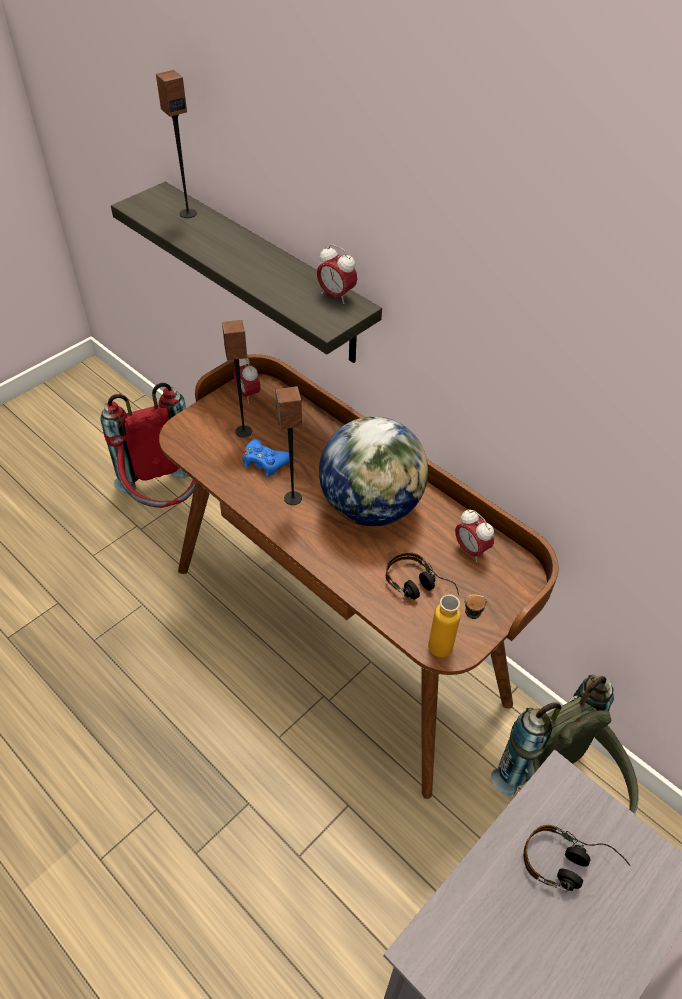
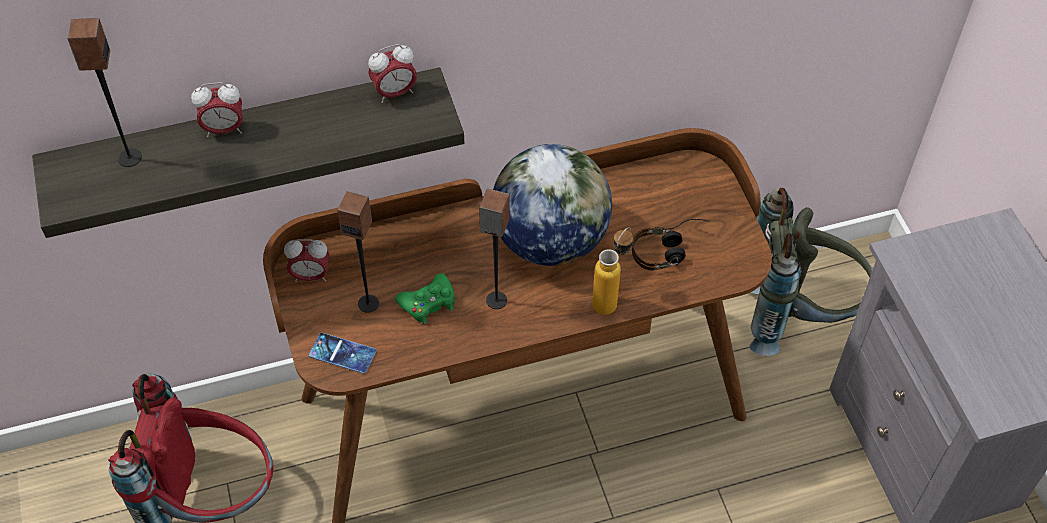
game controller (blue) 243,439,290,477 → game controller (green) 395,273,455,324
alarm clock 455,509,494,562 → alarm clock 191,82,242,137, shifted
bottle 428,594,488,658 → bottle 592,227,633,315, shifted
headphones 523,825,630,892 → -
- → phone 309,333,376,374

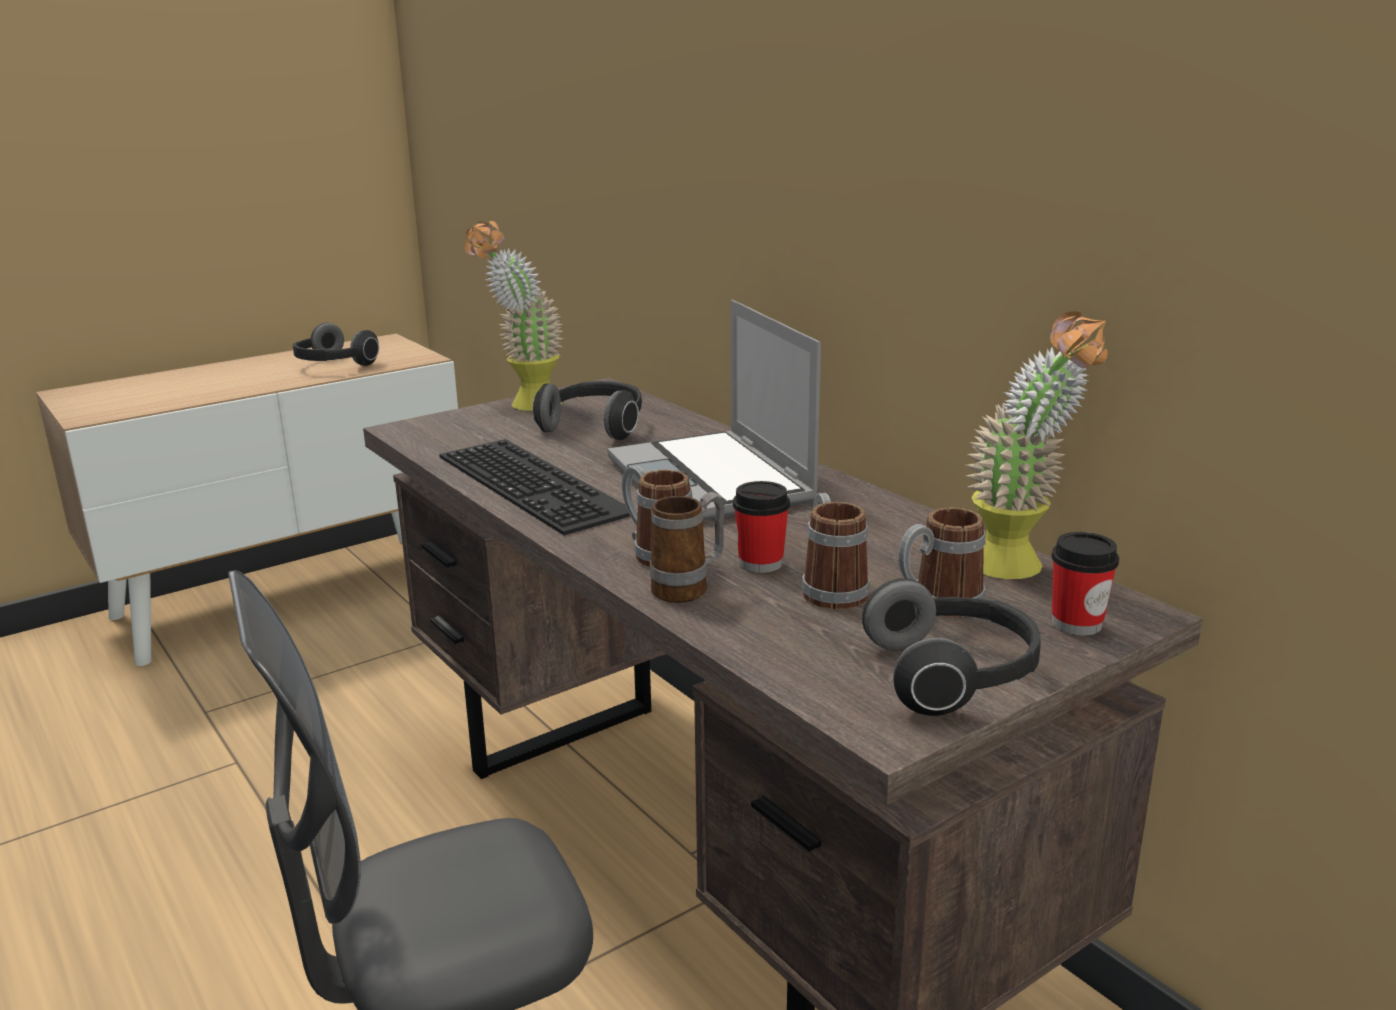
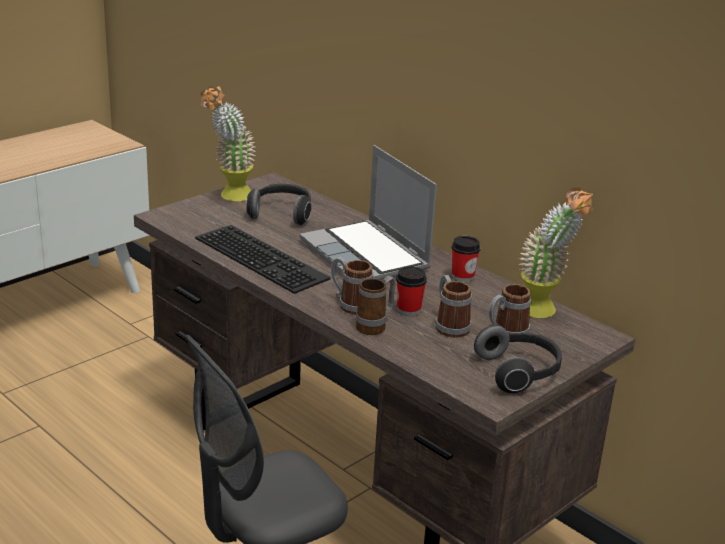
headphones 293,323,379,366 → -
cup 1051,532,1119,635 → cup 452,236,481,282, shifted

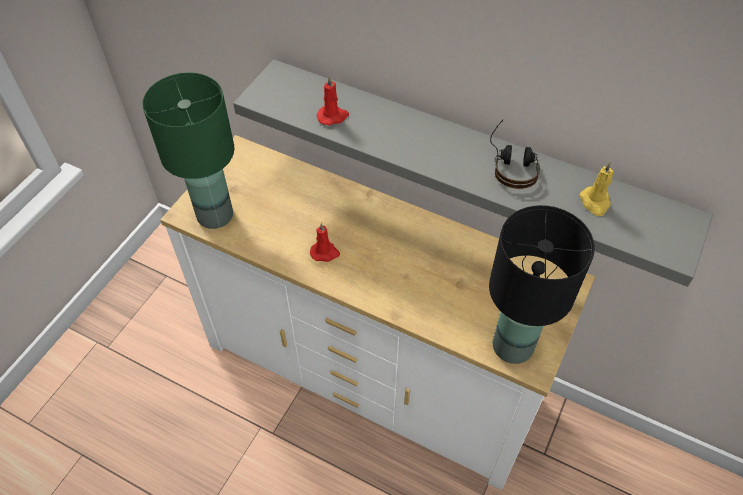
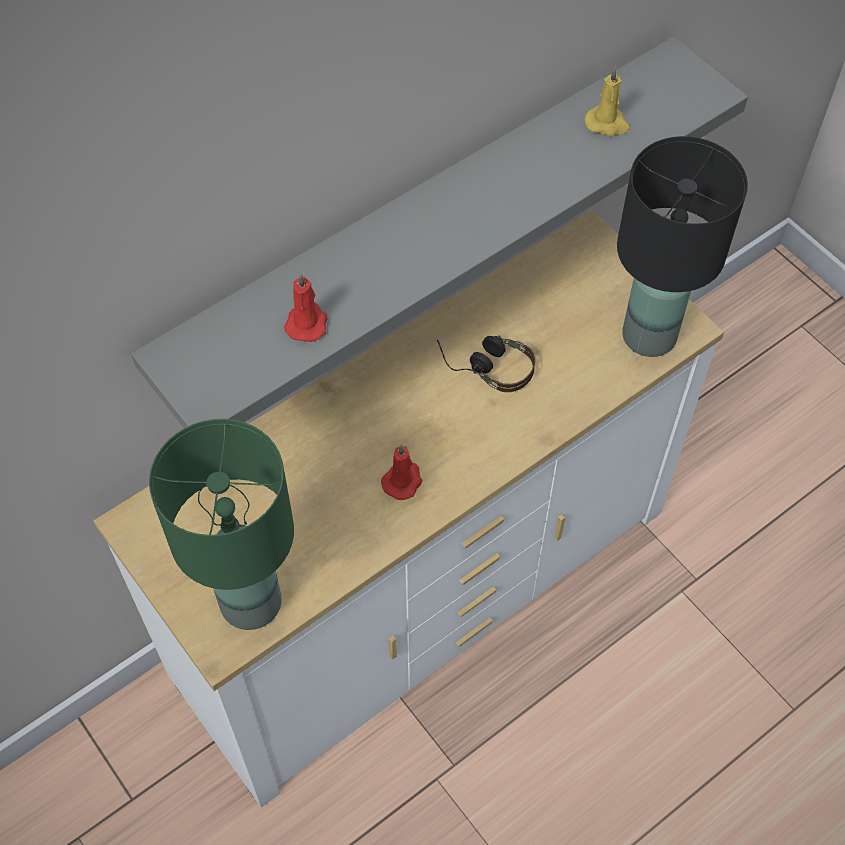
headphones 490,119,540,189 → headphones 437,335,535,392, shifted

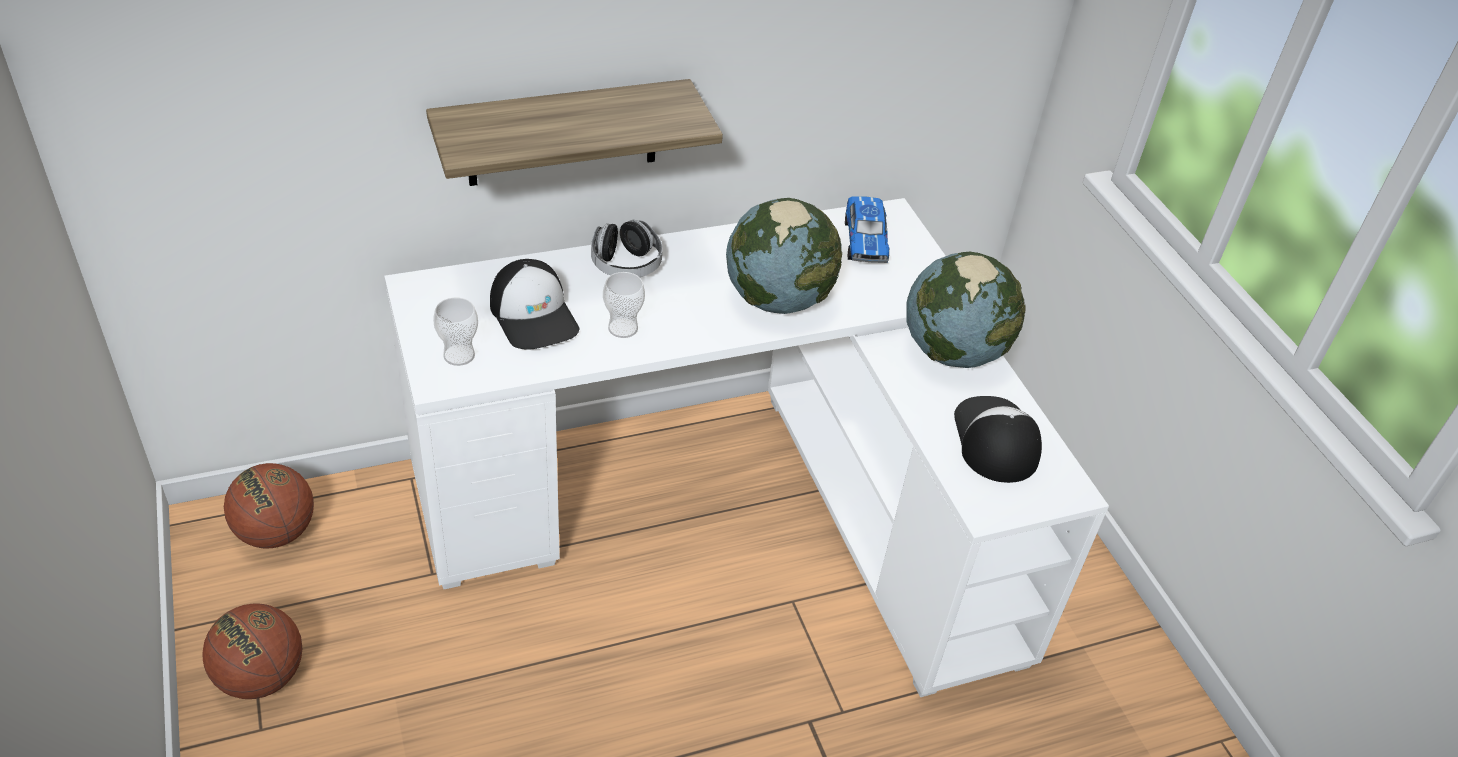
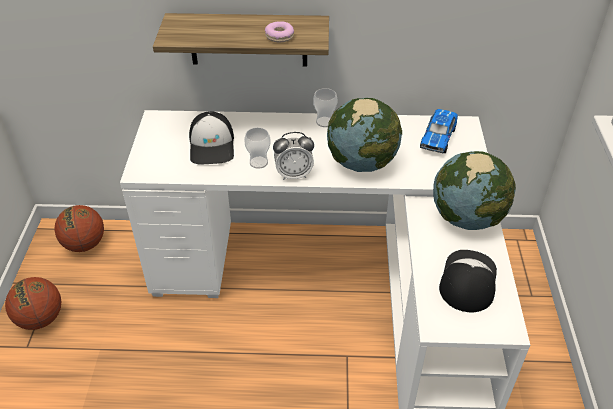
headphones 591,220,663,277 → -
cup 433,297,478,366 → cup 313,88,337,127, shifted
- → donut 265,21,294,42
- → alarm clock 273,132,314,180

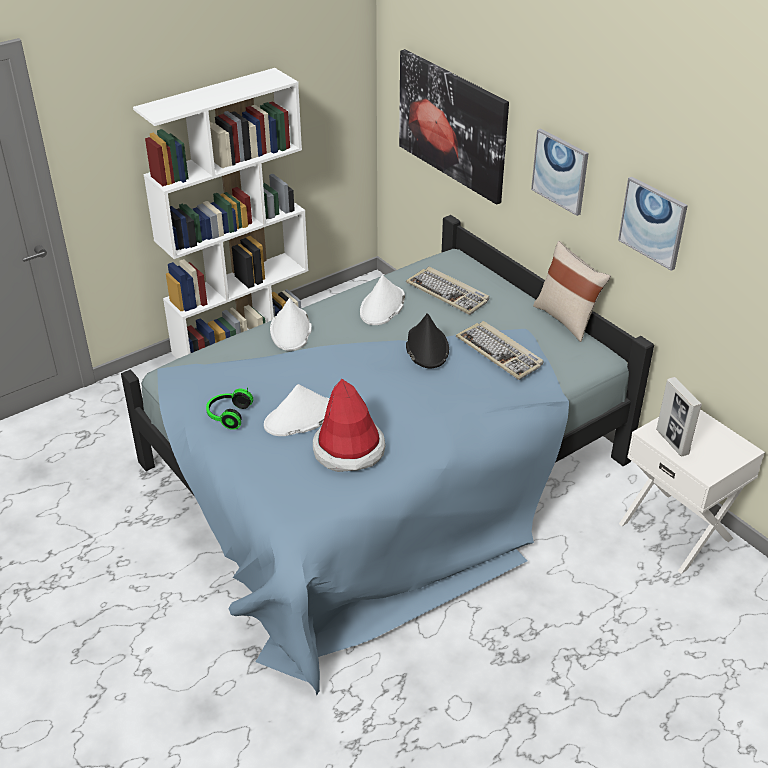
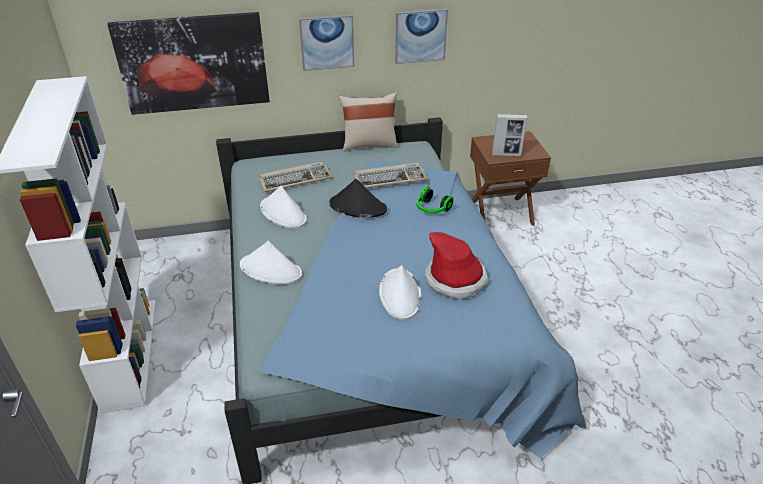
headphones 206,387,253,430 → headphones 417,186,454,213, shifted
nightstand (white) 619,409,765,574 → nightstand (brown) 470,131,551,226

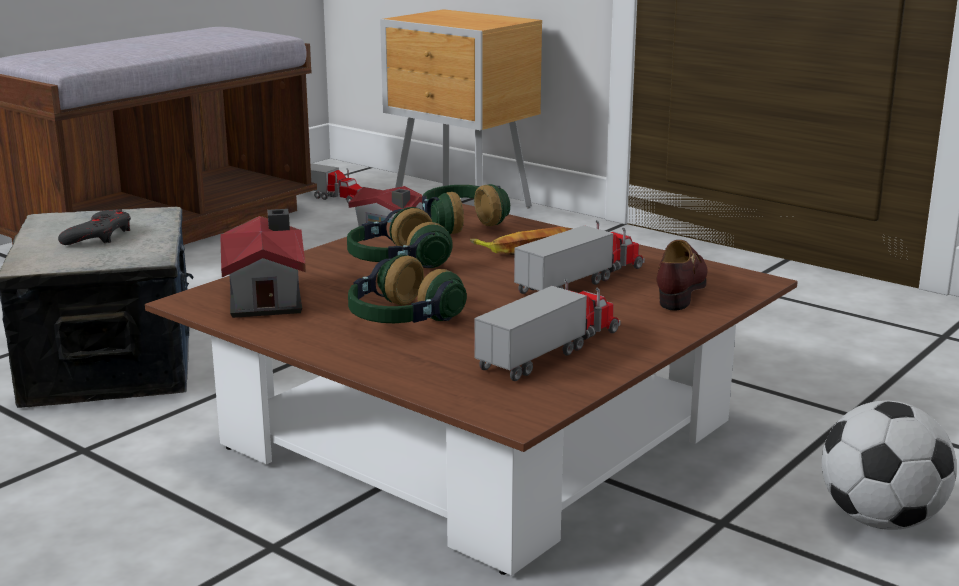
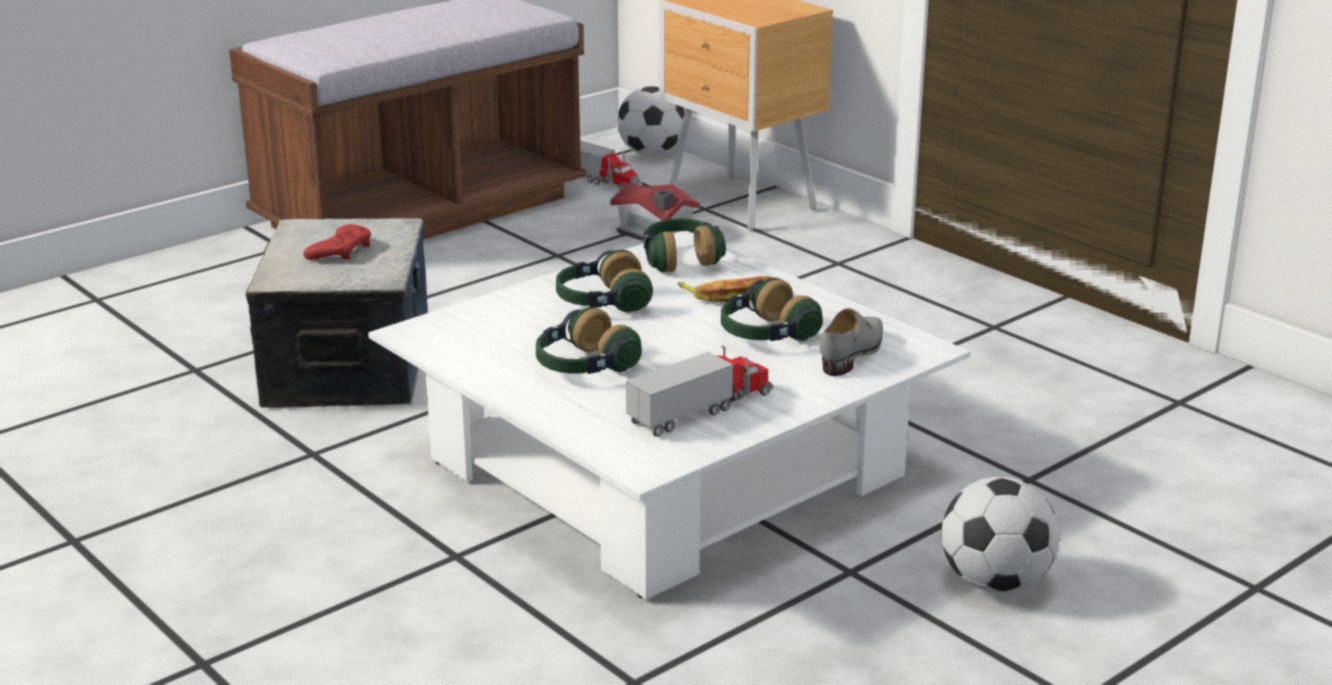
coffee table (brown) 145,204,798,576 → coffee table (white) 368,231,971,600
game controller (grey) 58,209,131,245 → game controller (red) 303,224,371,260
toy house 220,209,306,318 → -
toy truck 514,220,645,294 → headphones 721,278,823,341
shoe (brown) 657,240,708,311 → shoe (grey) 820,308,883,376
- → football 617,86,685,156

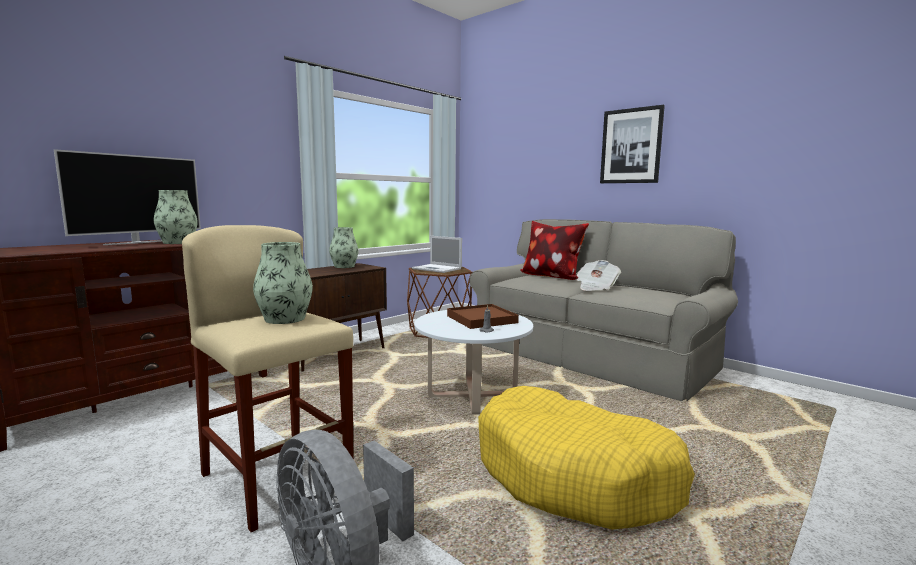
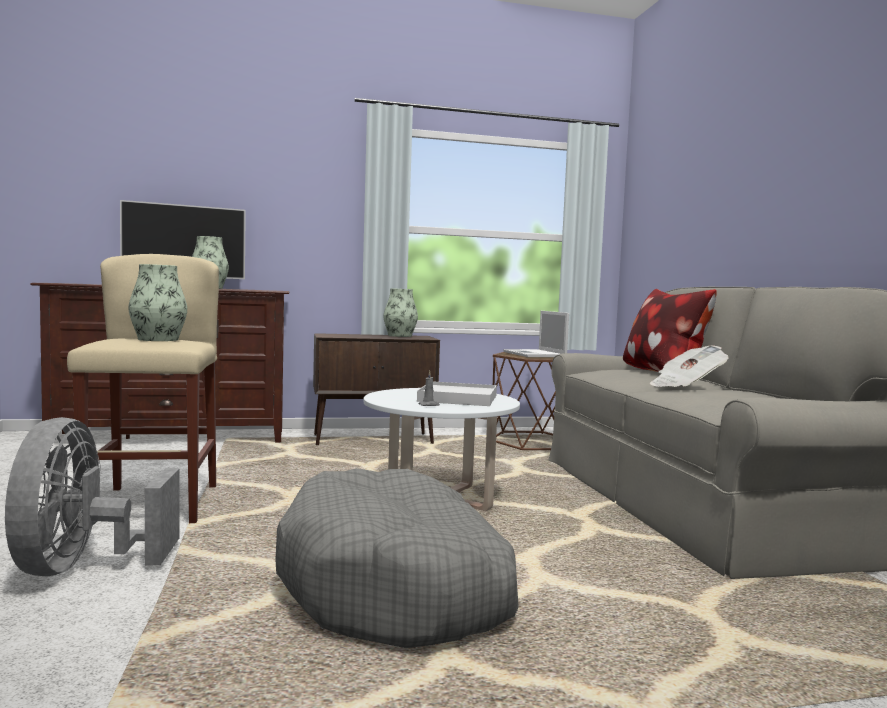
picture 600,105,665,183 → -
tray (brown) 447,304,519,329 → tray (white) 417,381,497,406
dog bed (yellow) 478,386,695,530 → dog bed (grey) 275,468,519,648

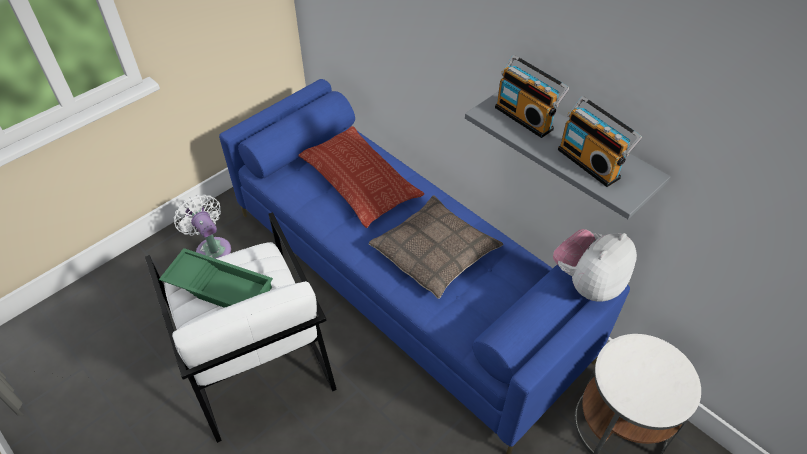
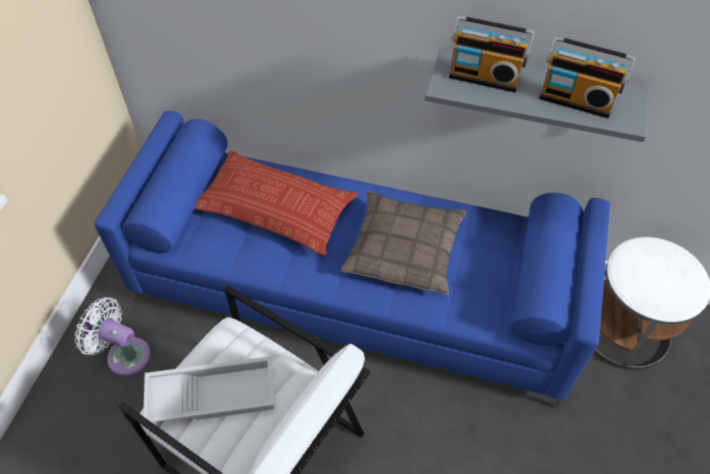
plush toy 553,229,637,302 → -
tray (green) 159,248,273,308 → tray (white) 143,356,275,422

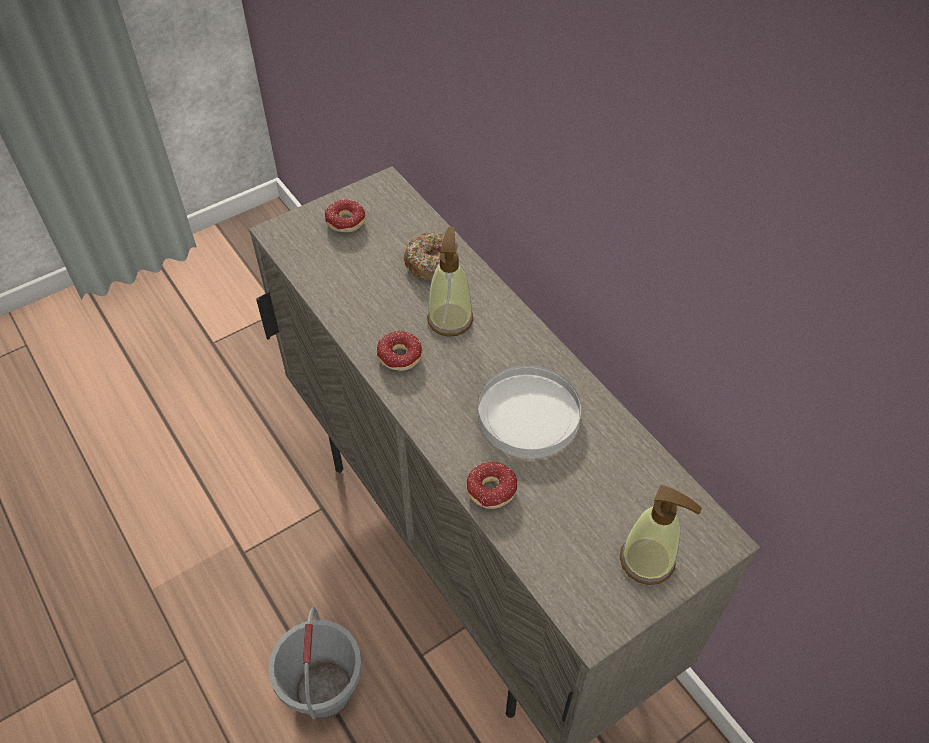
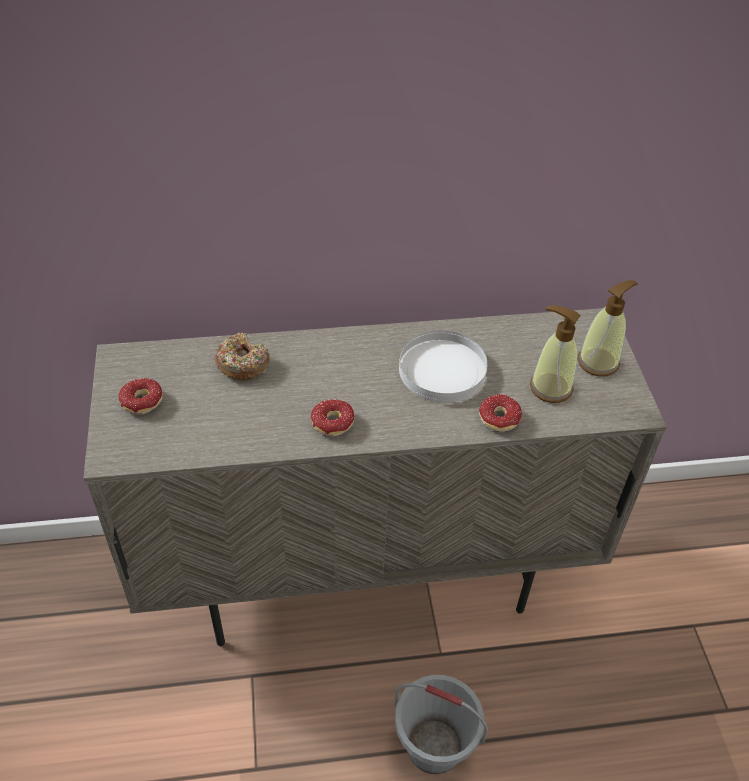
soap dispenser 427,227,473,337 → soap dispenser 530,305,581,403, shifted

